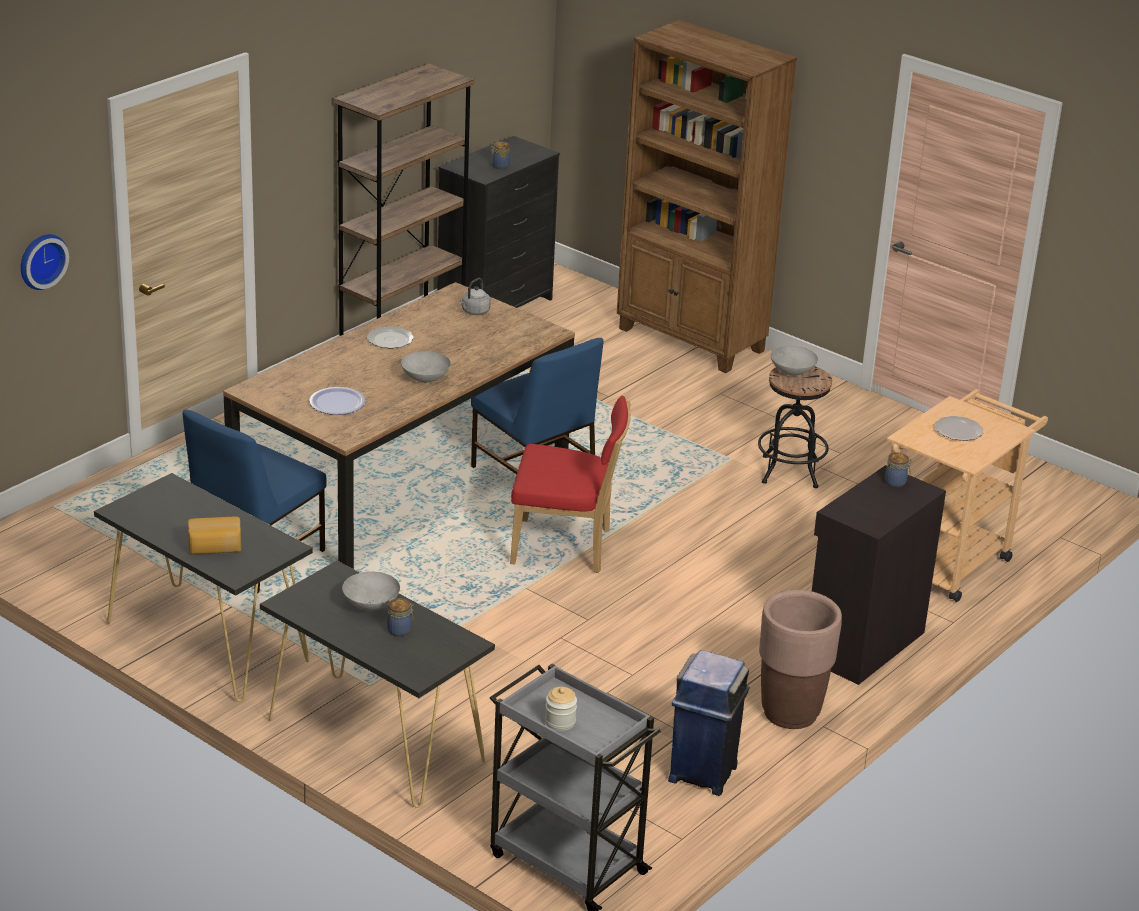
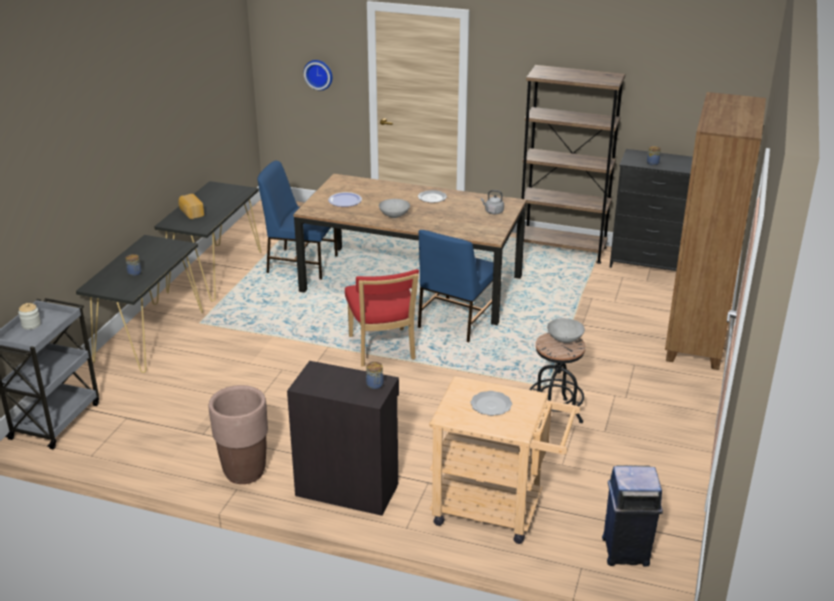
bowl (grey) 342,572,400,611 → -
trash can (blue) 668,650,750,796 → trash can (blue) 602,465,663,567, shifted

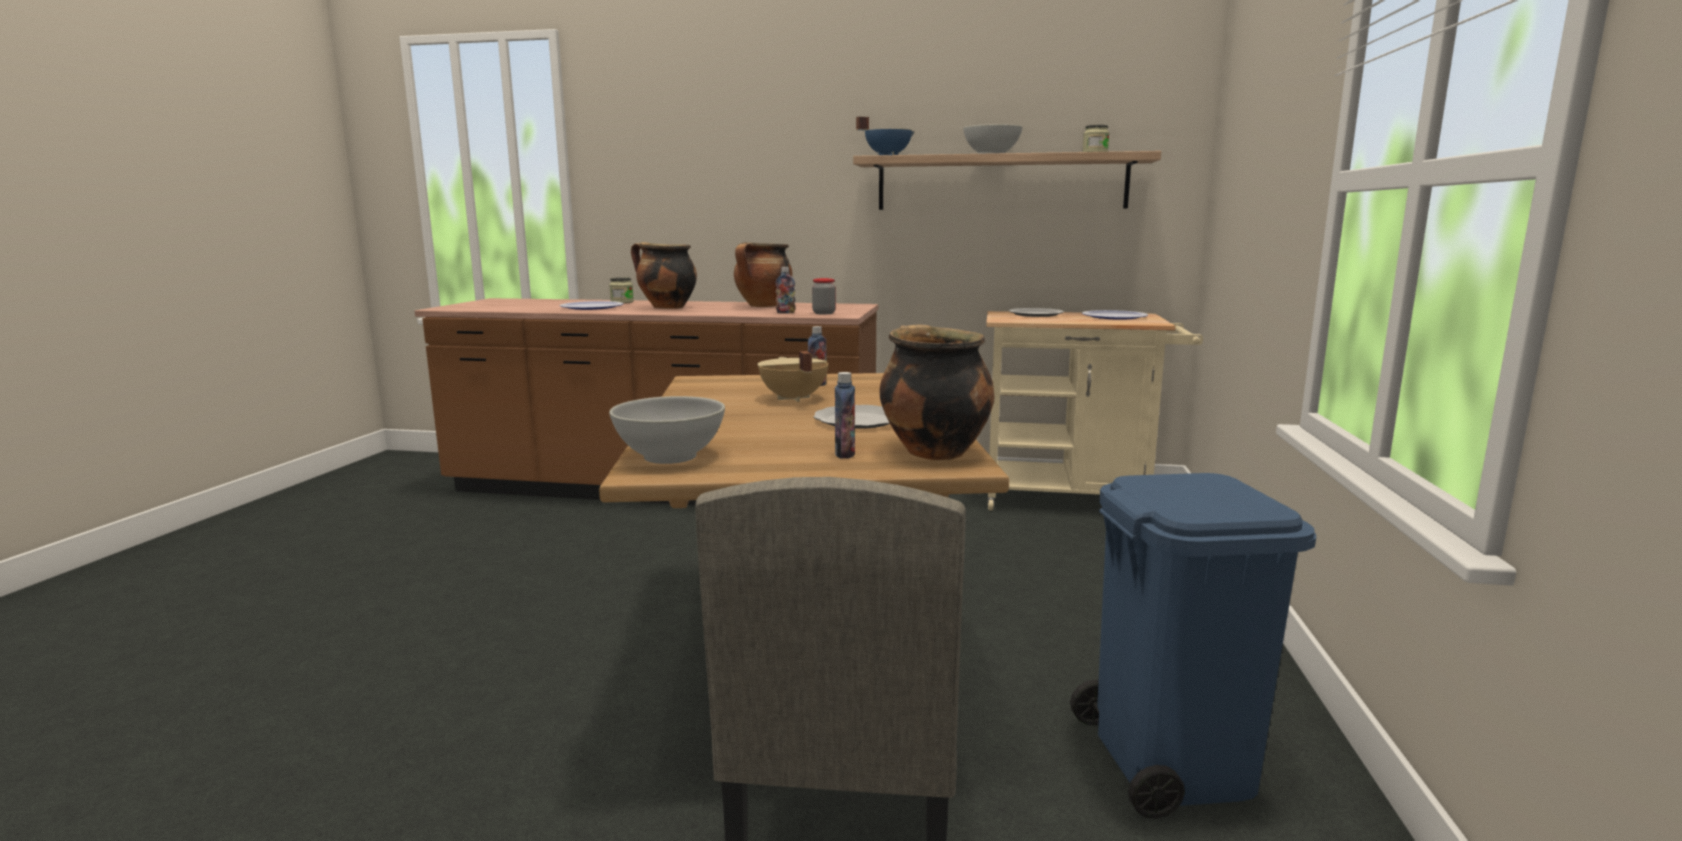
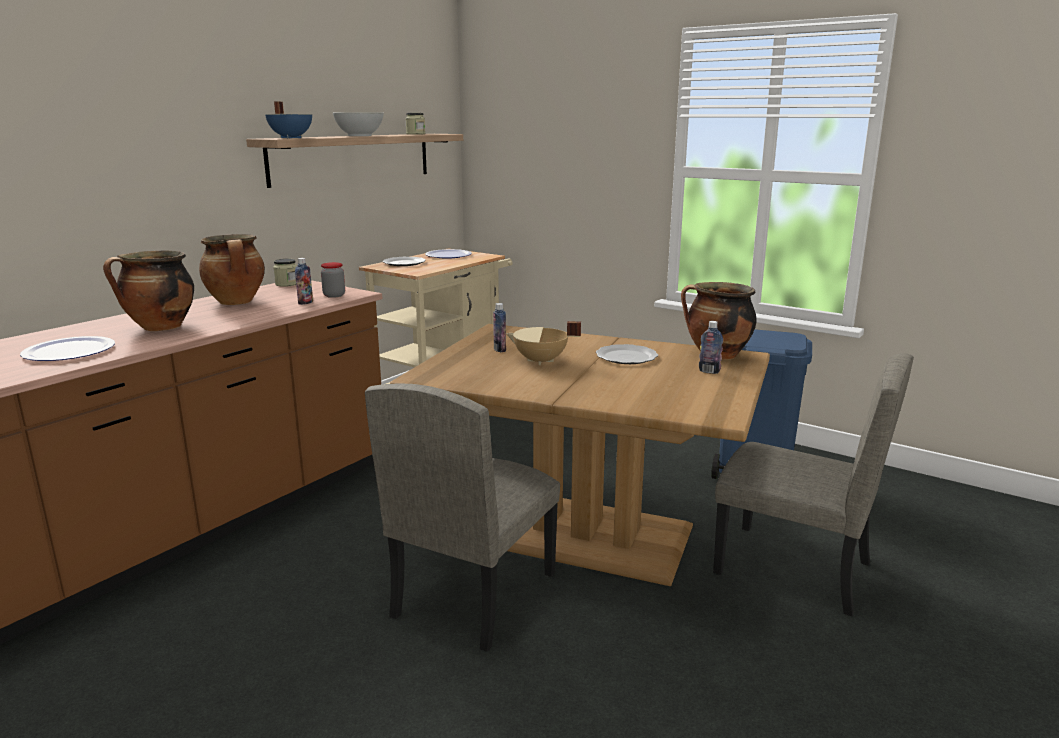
jar 609,277,634,303 → jar 273,259,297,287, shifted
bowl (white) 609,396,725,464 → -
- → chair (beige) 365,383,560,652

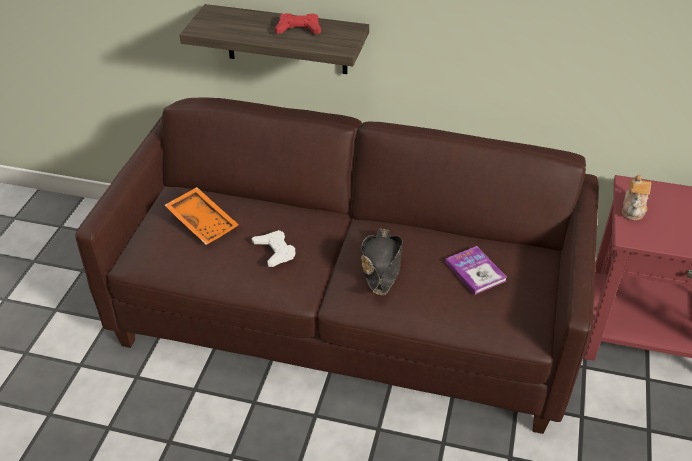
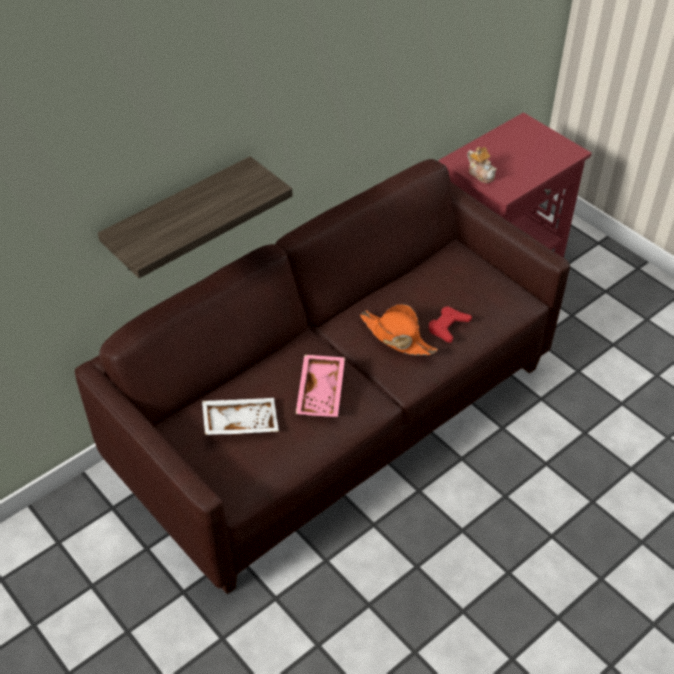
game controller (red) 275,13,321,34 → game controller (red) 429,306,472,343, shifted
tray (orange) 165,187,239,245 → tray (white) 202,398,279,435
hat (black) 361,228,403,295 → hat (orange) 360,304,438,355
game controller (white) 251,230,295,267 → tray (pink) 296,355,345,417
book 445,246,507,295 → -

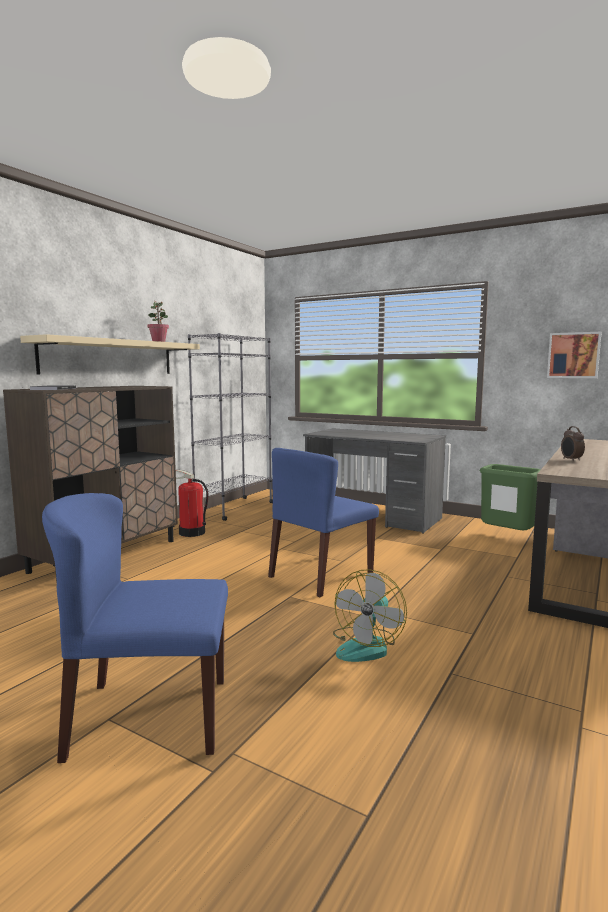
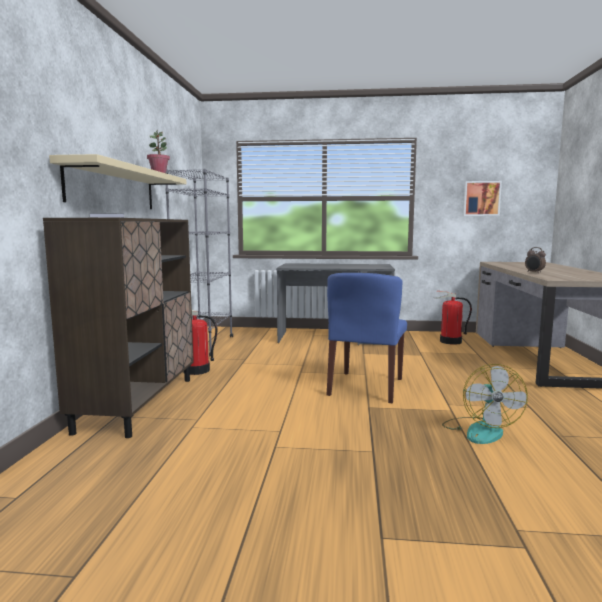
trash can (green) 479,464,541,530 → fire extinguisher 437,291,472,345
chair (blue) 42,493,228,763 → -

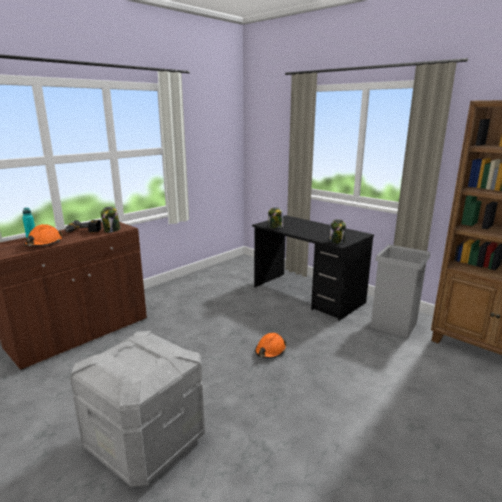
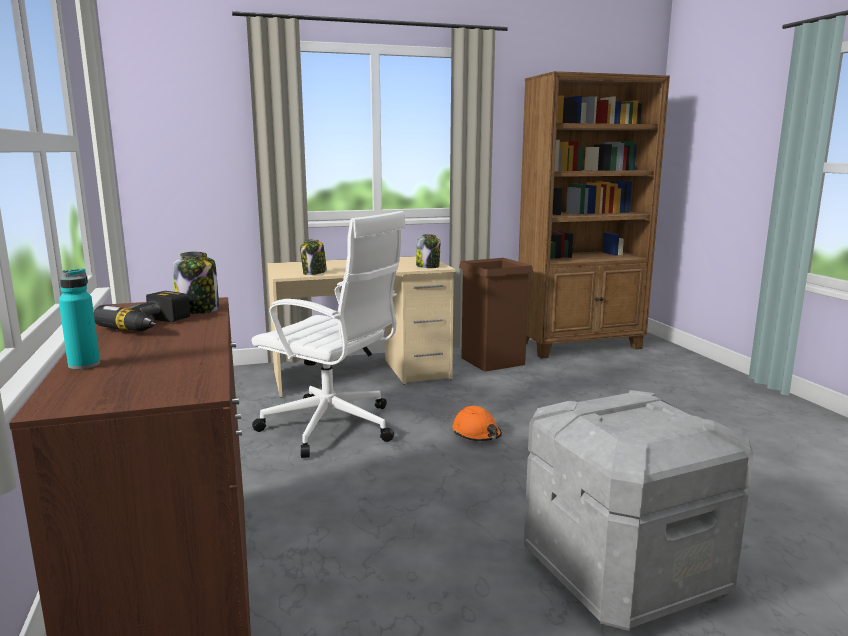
desk (black) 252,215,374,321 → desk (beige) 267,256,456,397
hard hat (orange) 24,224,63,246 → -
trash can (grey) 371,245,430,338 → trash can (brown) 459,258,533,372
- → office chair (white) 252,211,406,458

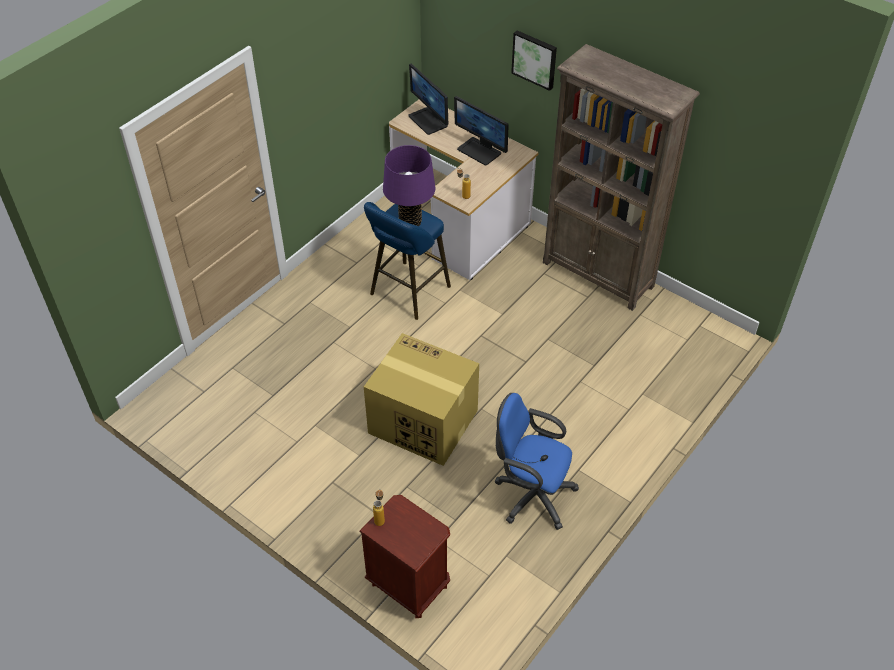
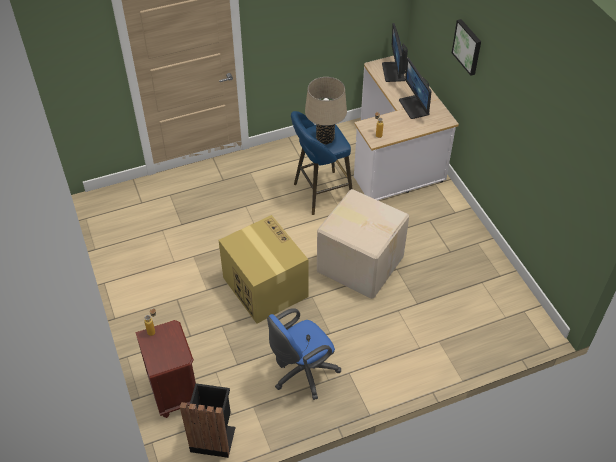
bookcase (brown) 543,44,700,311 → -
table lamp (purple) 383,145,436,226 → table lamp (beige) 305,77,347,145
office chair (blue) 495,393,579,530 → office chair (blue) 267,308,341,400, 90 degrees counterclockwise
- → cardboard box 317,189,409,299
- → trash can (black) 180,383,236,458

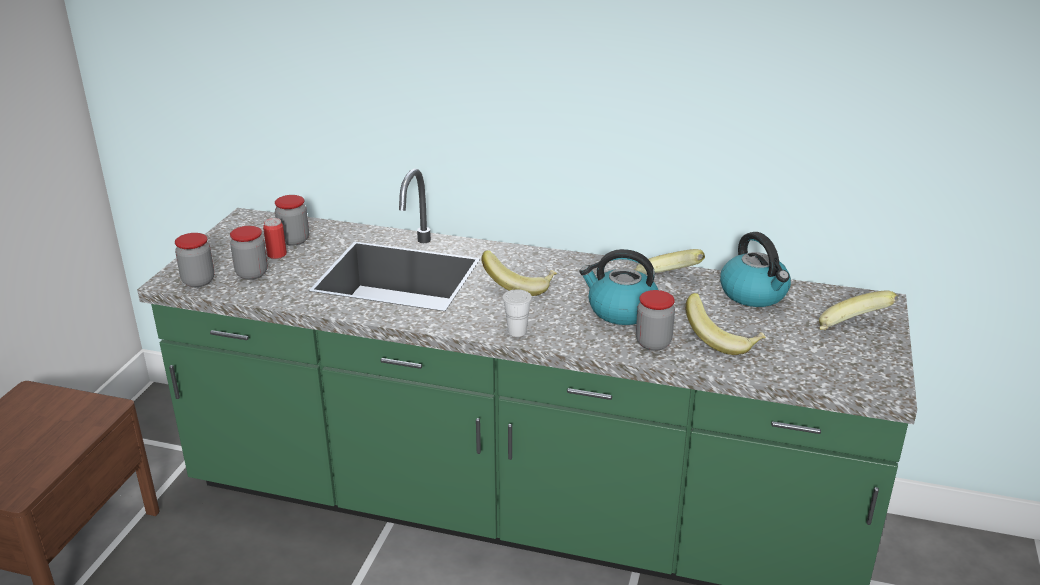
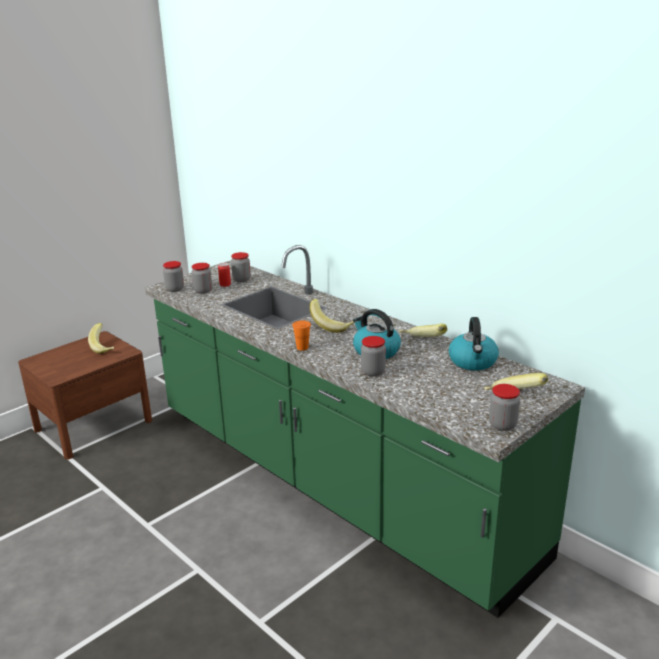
cup (white) 502,289,532,337 → cup (orange) 292,320,311,351
banana 685,293,766,355 → banana 88,323,114,354, shifted
- → jar 489,384,520,431

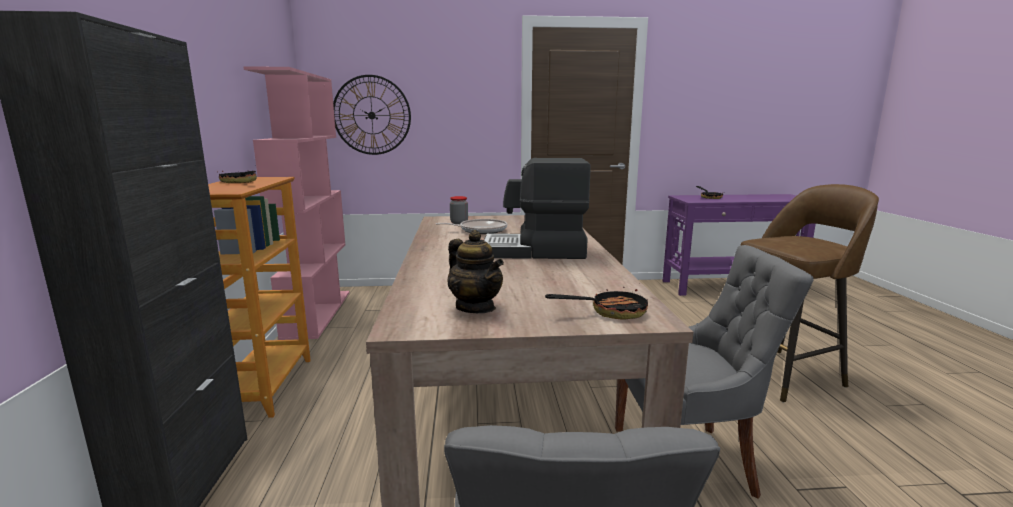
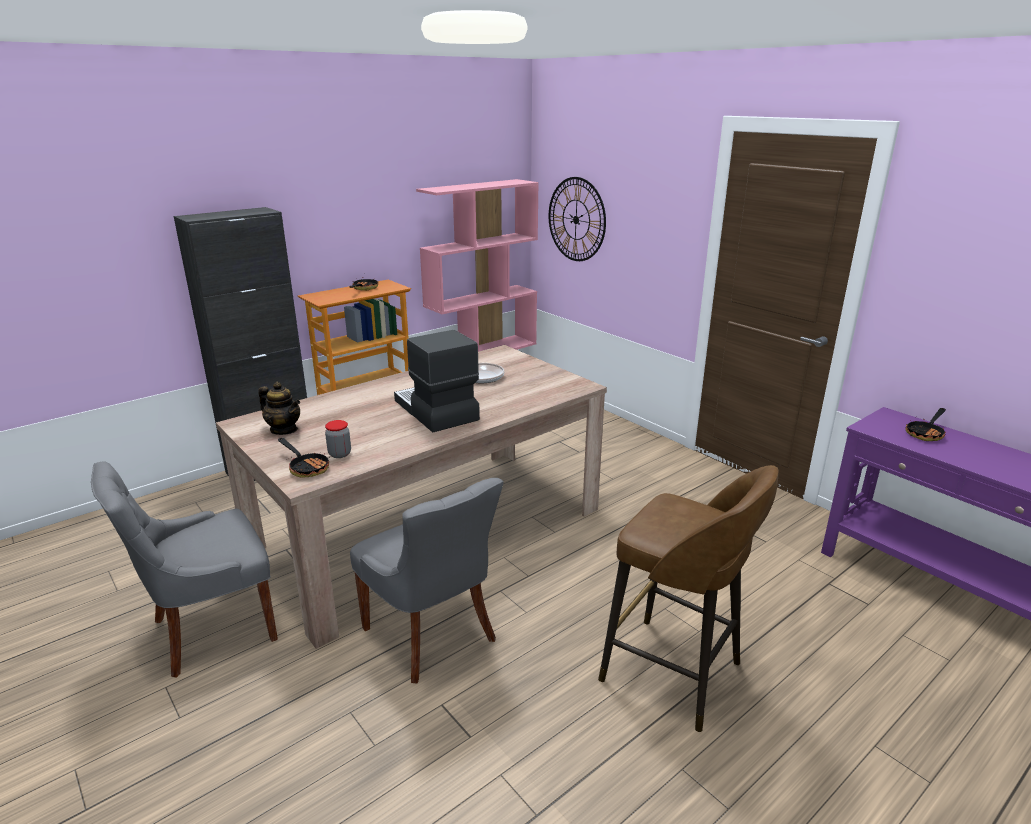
jar 450,196,468,224 → jar 325,420,351,458, shifted
teapot 448,230,504,313 → teapot 258,382,300,435, 75 degrees counterclockwise

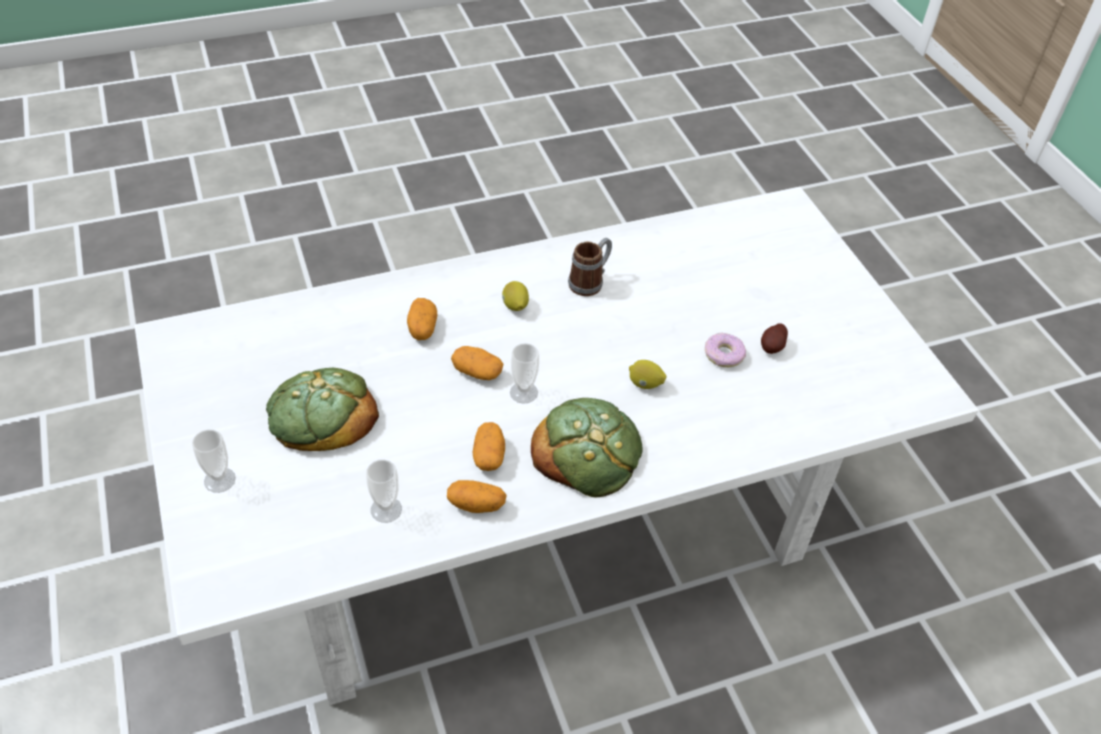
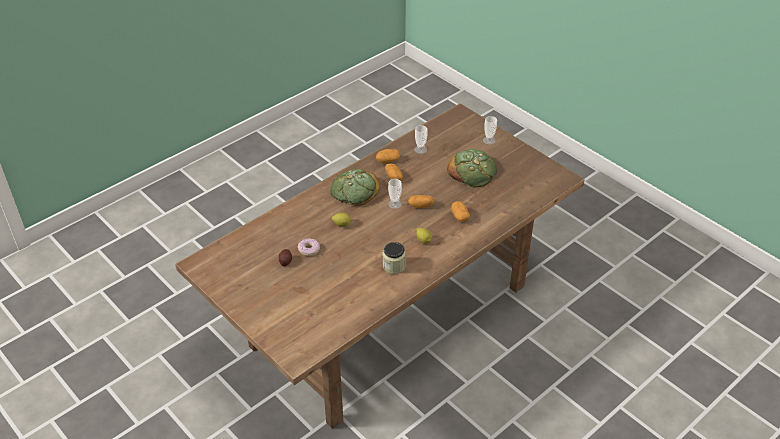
dining table (white) 135,187,978,705 → dining table (brown) 175,103,585,429
mug 568,238,612,296 → jar 383,242,406,274

